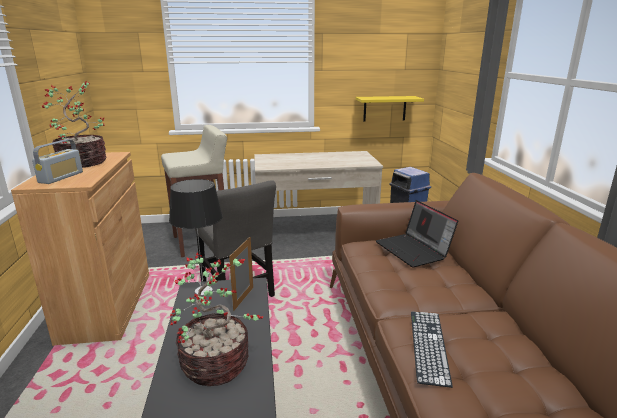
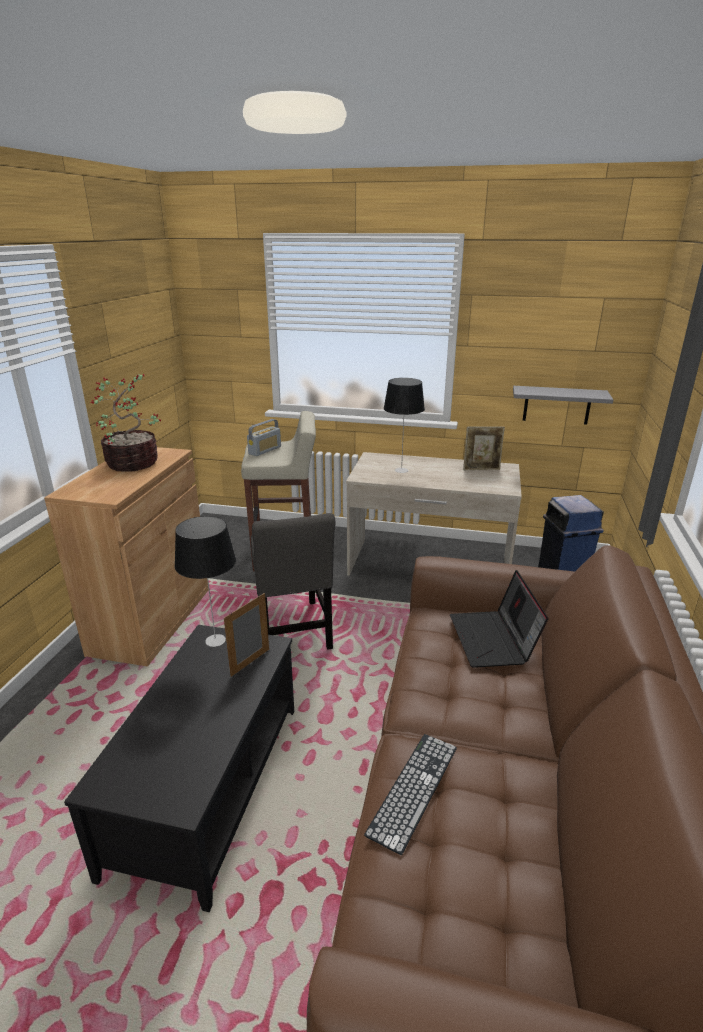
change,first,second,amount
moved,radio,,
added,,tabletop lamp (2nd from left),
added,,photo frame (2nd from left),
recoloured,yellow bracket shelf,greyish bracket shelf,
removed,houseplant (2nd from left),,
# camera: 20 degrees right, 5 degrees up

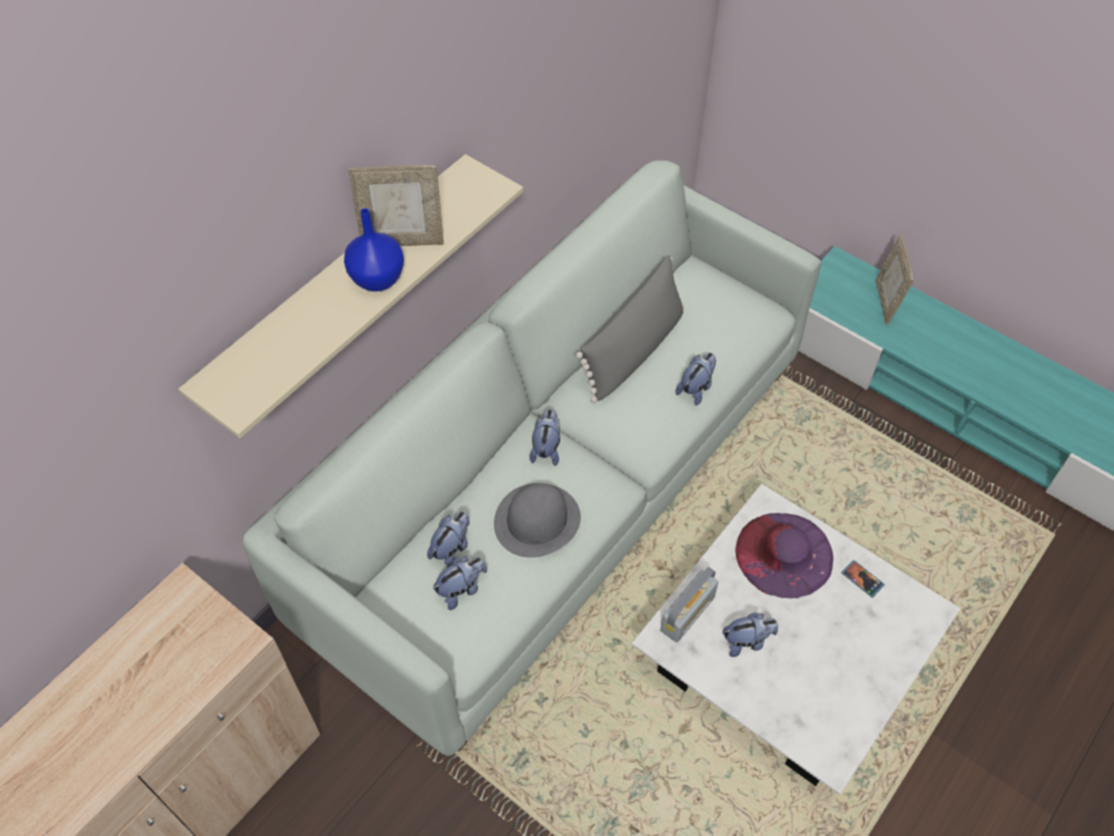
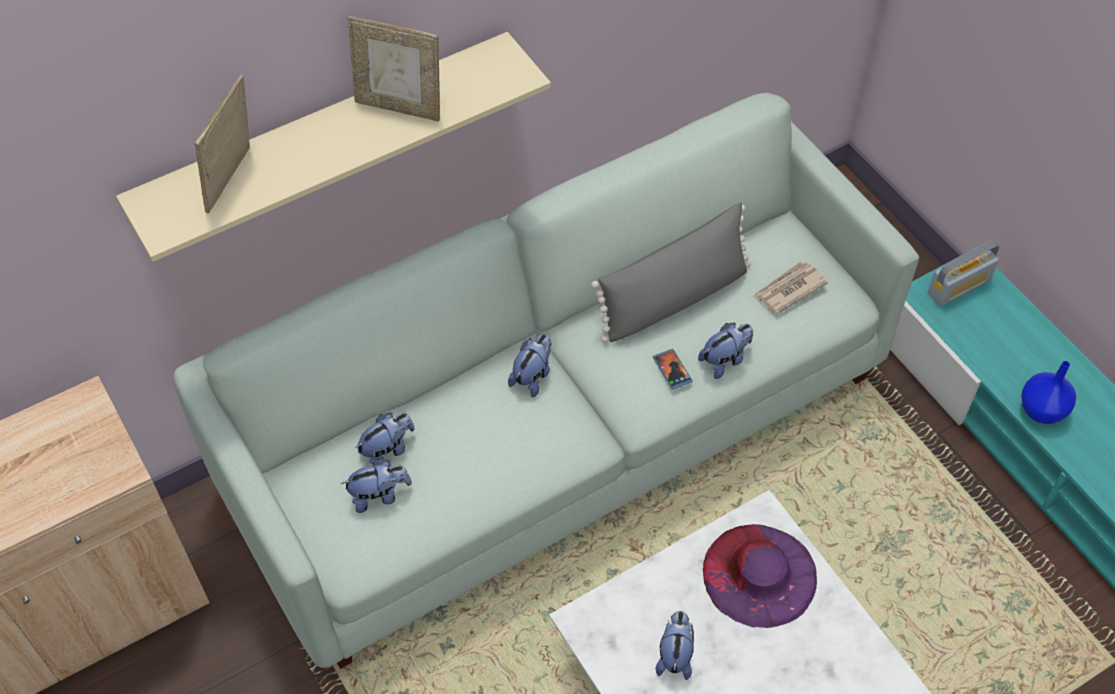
change,first,second,amount
moved,photo frame (2nd from left in the first image),photo frame (1st from left),
moved,handset,,
turned,cuddly toy (5th from left in the first image),cuddly toy (4th from left),90 degrees counterclockwise
added,,printed paper,
moved,radio,,
moved,blue decorative vase,,
removed,greyish clothing hat,,
# camera: 20 degrees right, 0 degrees up

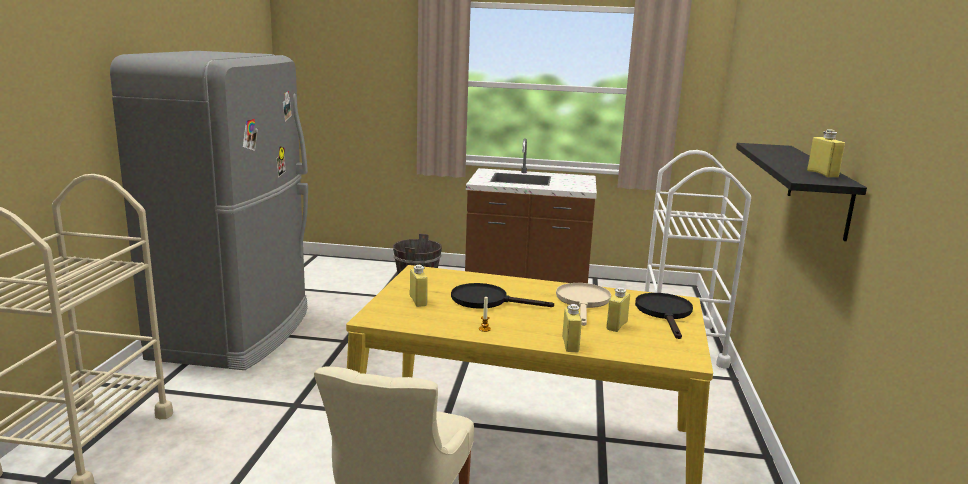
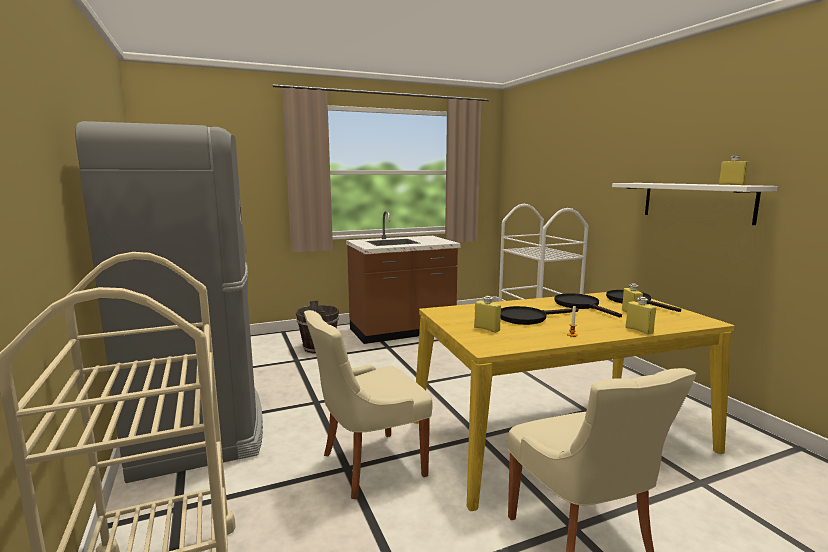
change,first,second,amount
added,,beige-coloured chair (1st from left),
recoloured,beige-coloured skillet,black skillet (2nd from left),
recoloured,black bracket shelf,white bracket shelf,
# camera: 30 degrees left, 5 degrees down

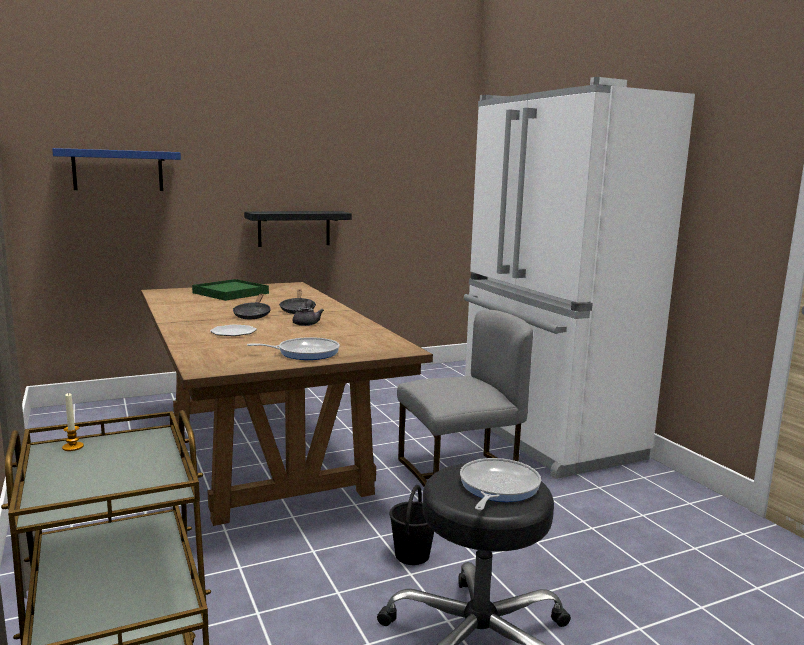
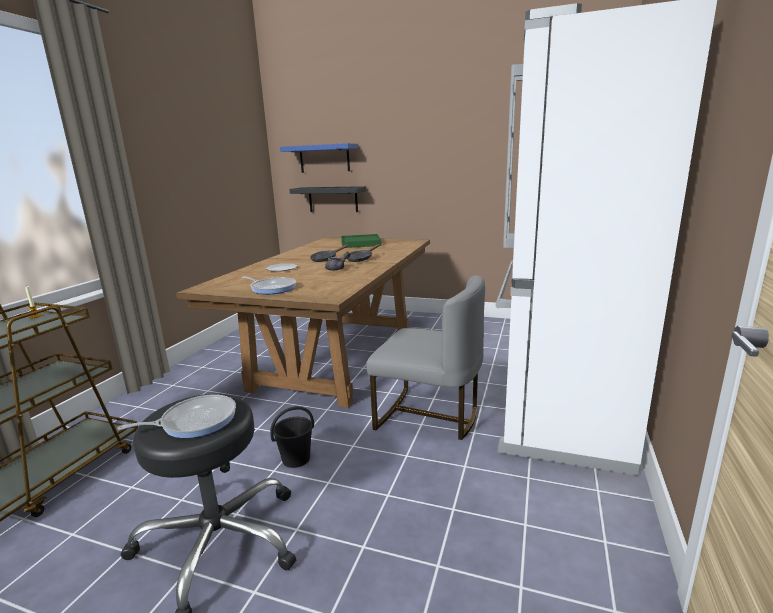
change,first,second,amount
moved,black bracket shelf,,
# camera: 45 degrees right, 5 degrees up

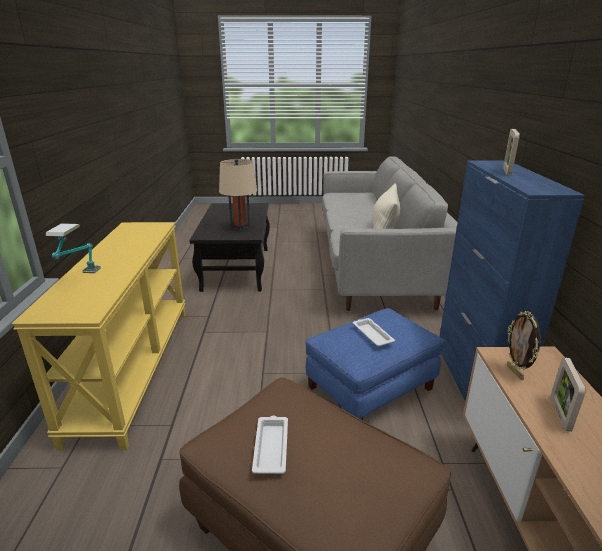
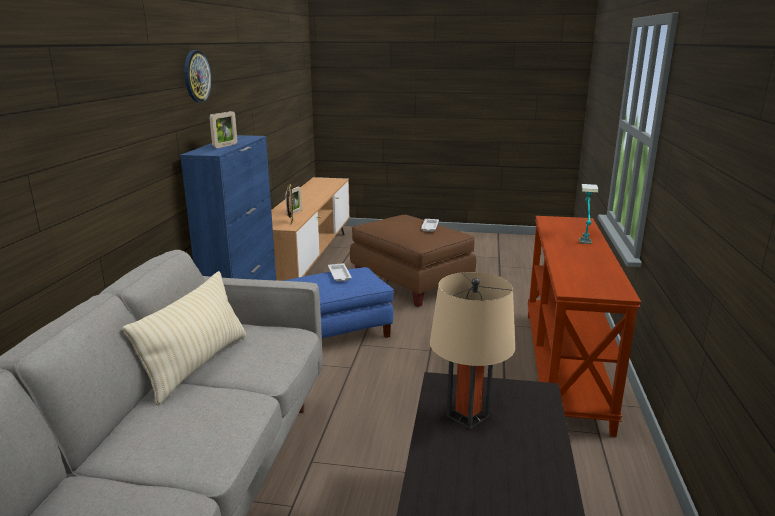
change,first,second,amount
added,,wall clock,
recoloured,yellow console table,brownish console table,
# camera: 170 degrees left, 5 degrees down

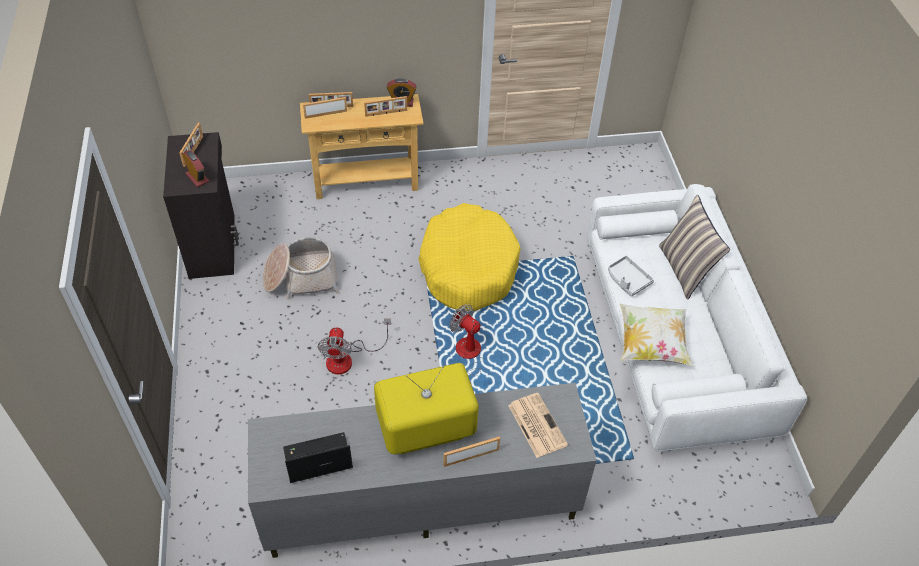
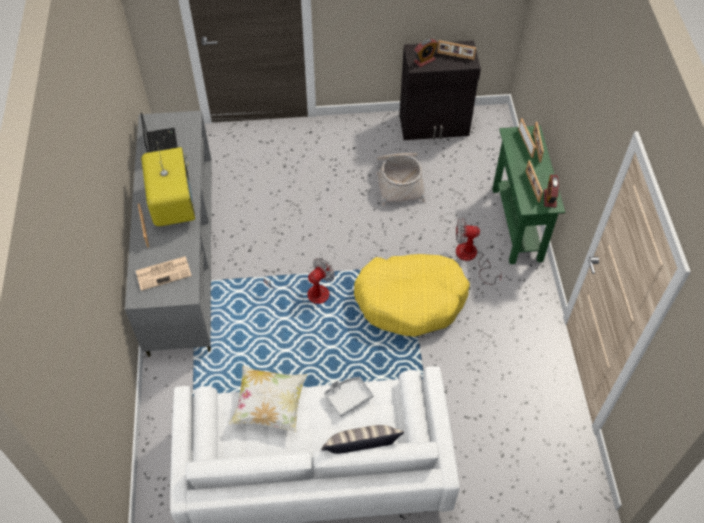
change,first,second,amount
moved,cooling fan (1st from left in the first image),cooling fan (2nd from left),
recoloured,beige-coloured console table,greenish console table,
# camera: 95 degrees right, 5 degrees up

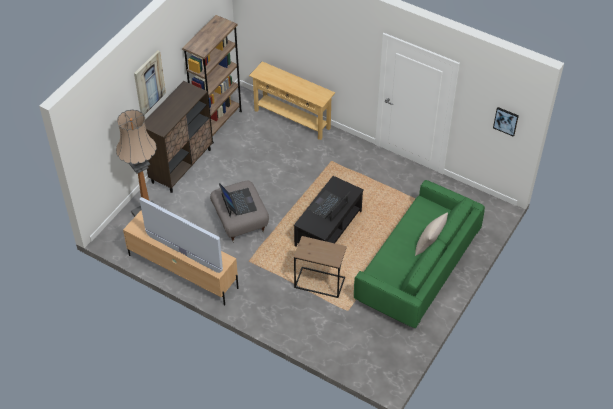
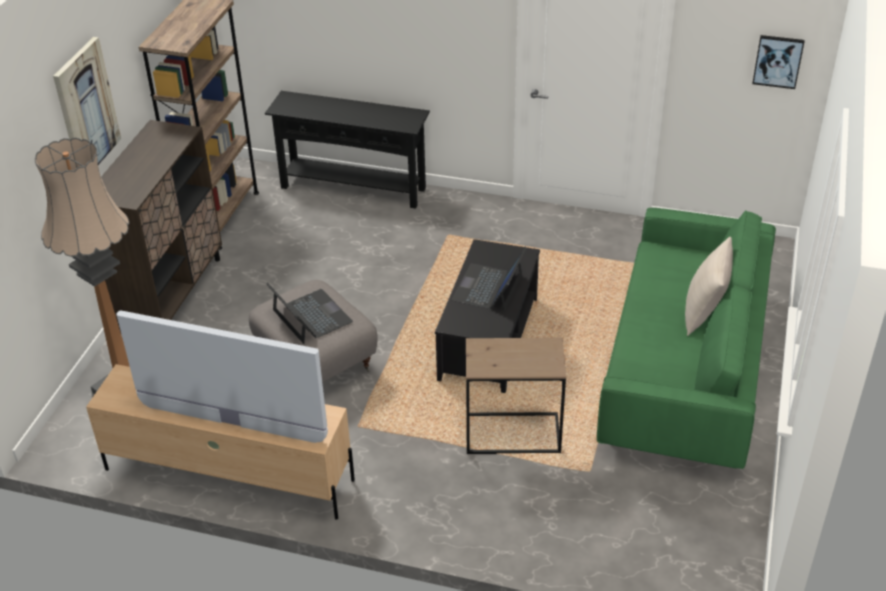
change,first,second,amount
recoloured,beige-coloured console table,black console table,
# camera: 15 degrees left, 10 degrees down

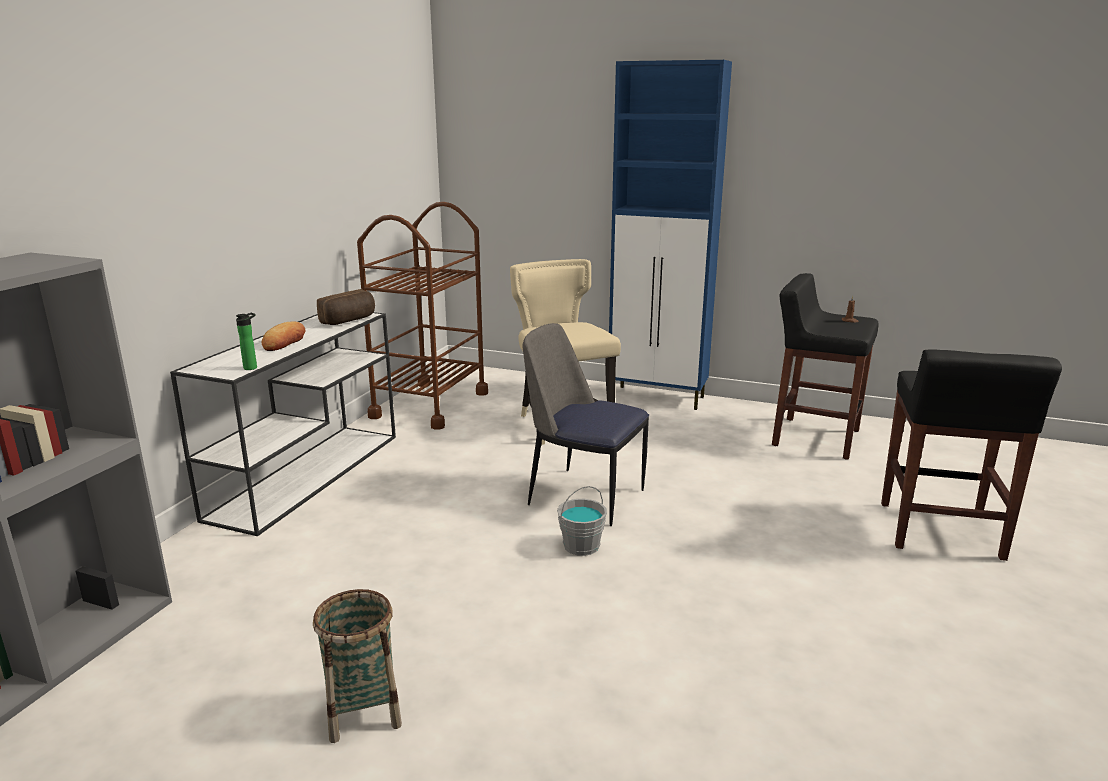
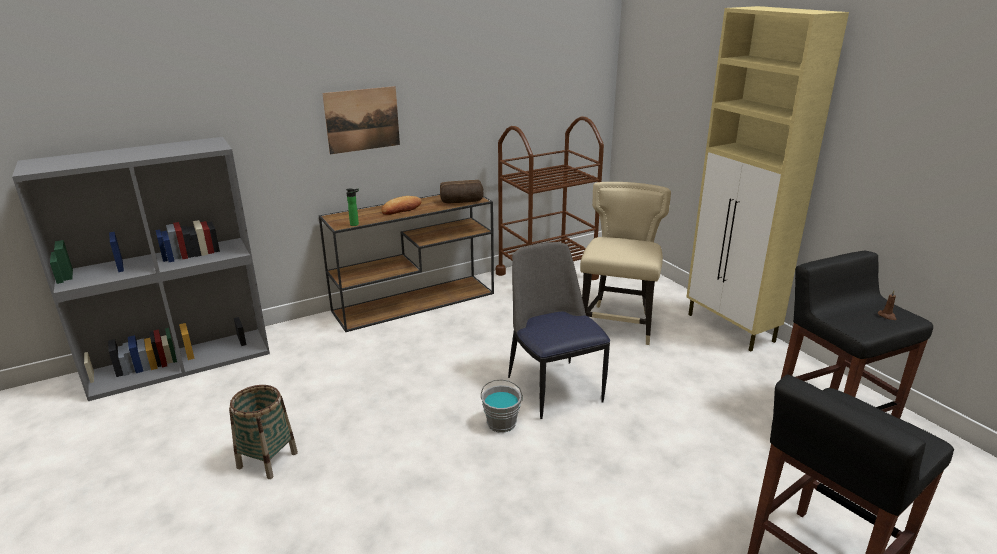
change,first,second,amount
recoloured,white console table,brownish console table,
added,,wall picture,
recoloured,blue cupboard,beige-coloured cupboard,
# camera: 40 degrees right, 5 degrees up

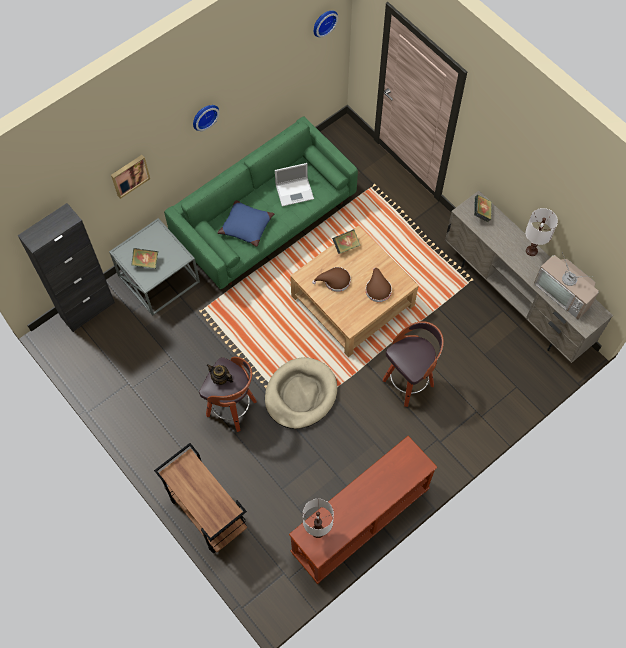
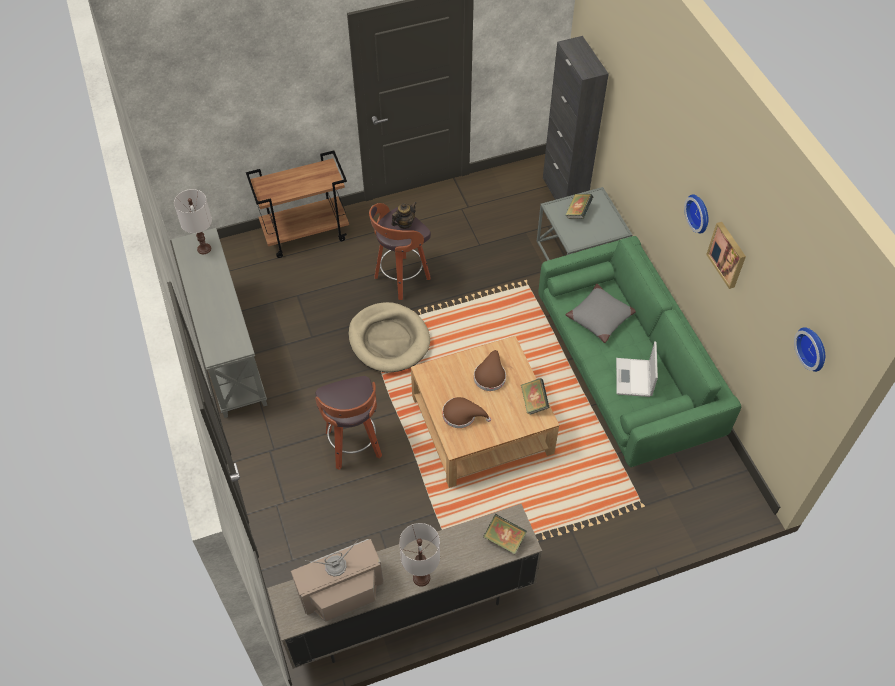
change,first,second,amount
recoloured,brownish console table,greyish console table,
recoloured,blue cushion,greyish cushion,
moved,wall picture,,
# camera: 110 degrees right, 10 degrees down

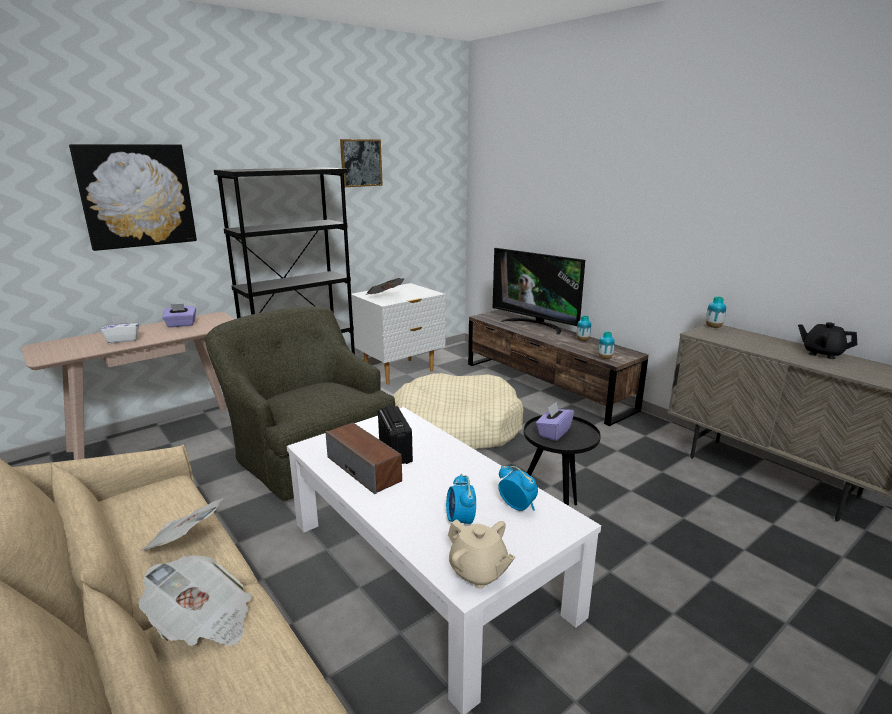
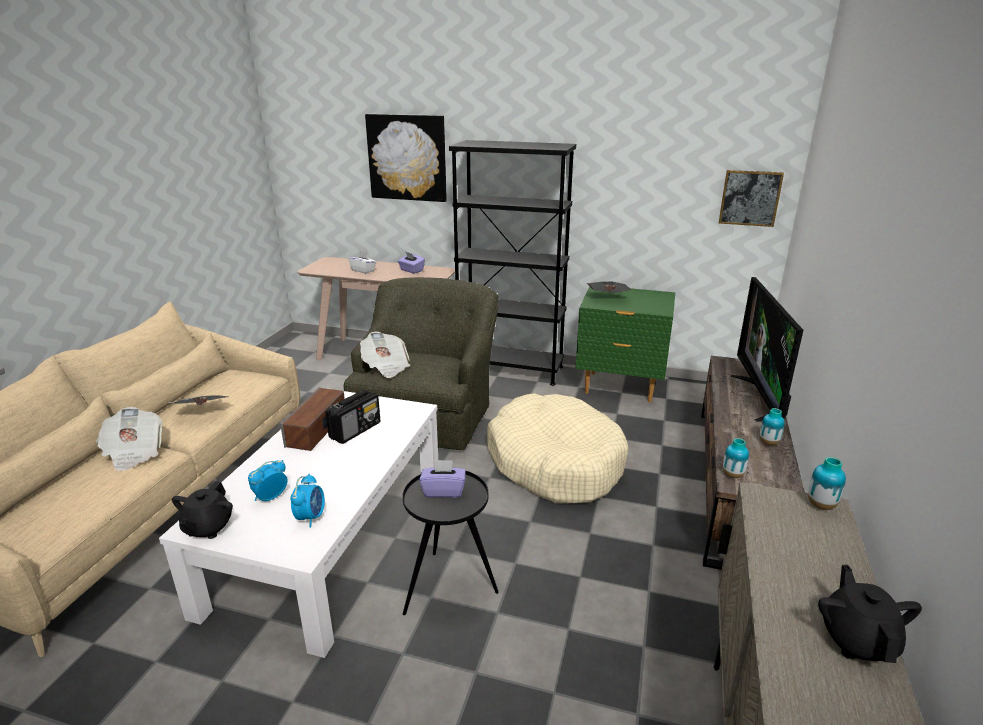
change,first,second,amount
recoloured,beige-coloured tea pot,black tea pot (1st from left),
added,,printed paper (3rd from left),
recoloured,white nightstand,greenish nightstand,
moved,wall picture (2nd from left),,
# camera: 55 degrees right, 5 degrees up

